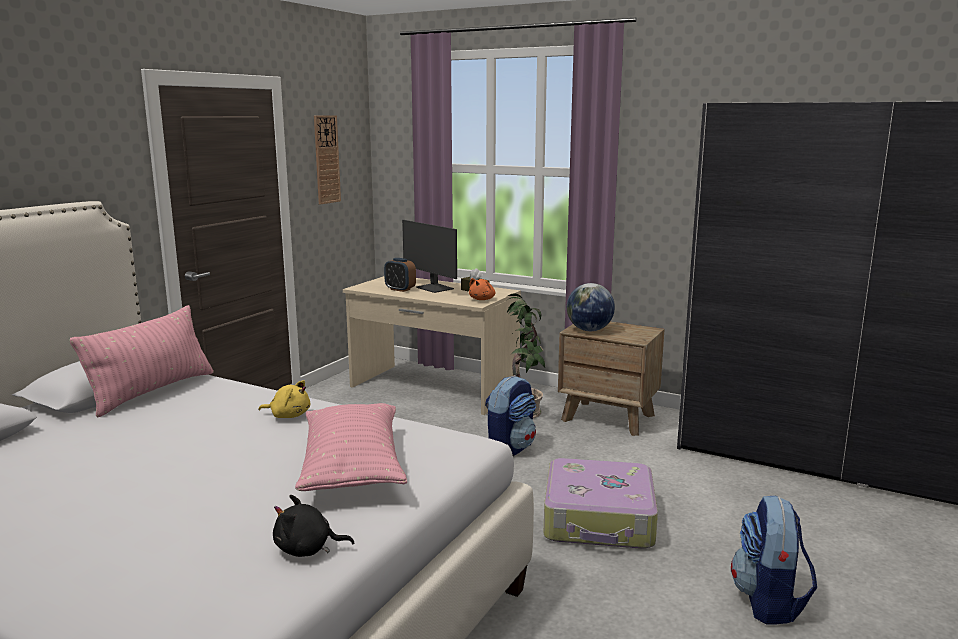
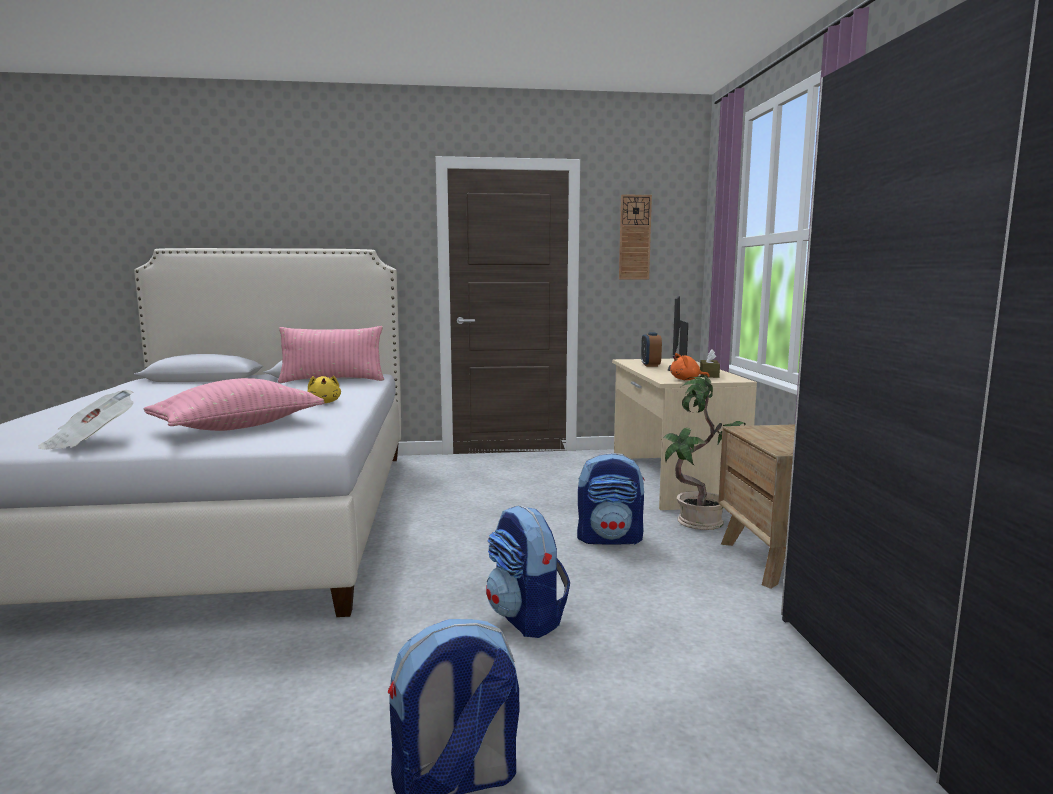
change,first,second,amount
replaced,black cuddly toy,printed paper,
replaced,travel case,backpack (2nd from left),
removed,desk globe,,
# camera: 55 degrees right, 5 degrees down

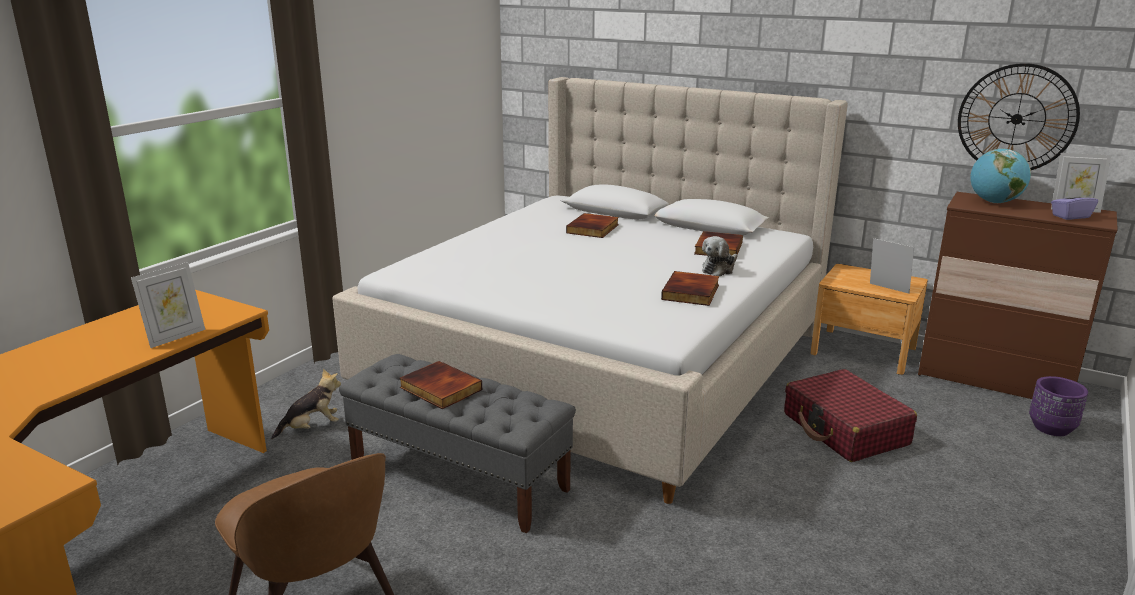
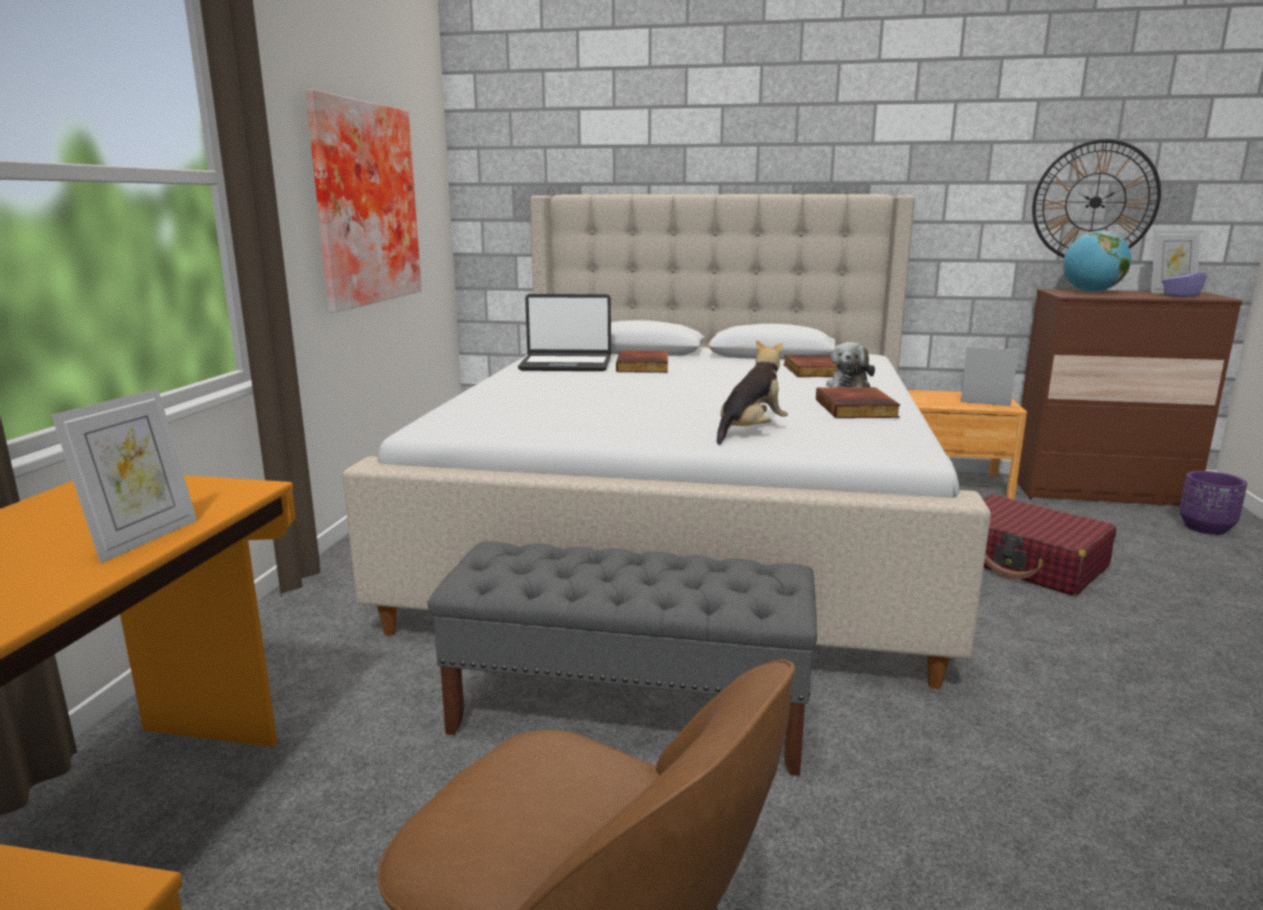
change,first,second,amount
added,,wall picture,
added,,notebook computer,
moved,cuddly toy (1st from left),,
removed,book (1st from left),,
# camera: 20 degrees left, 5 degrees down

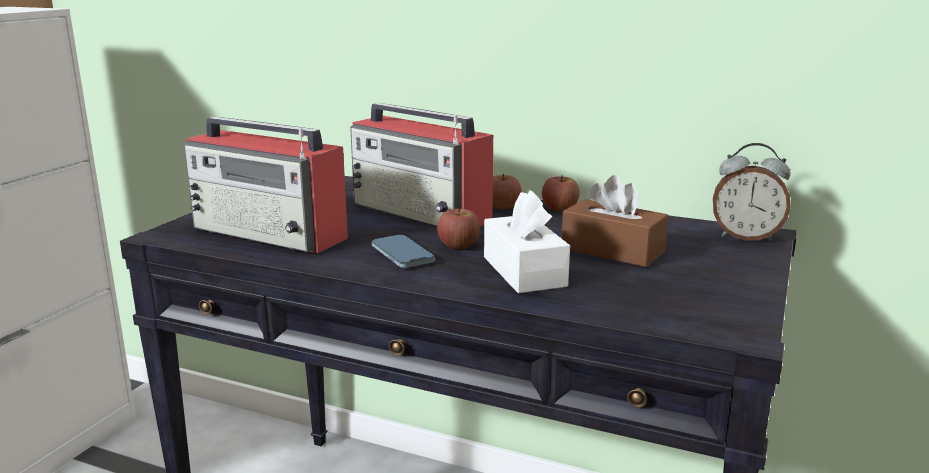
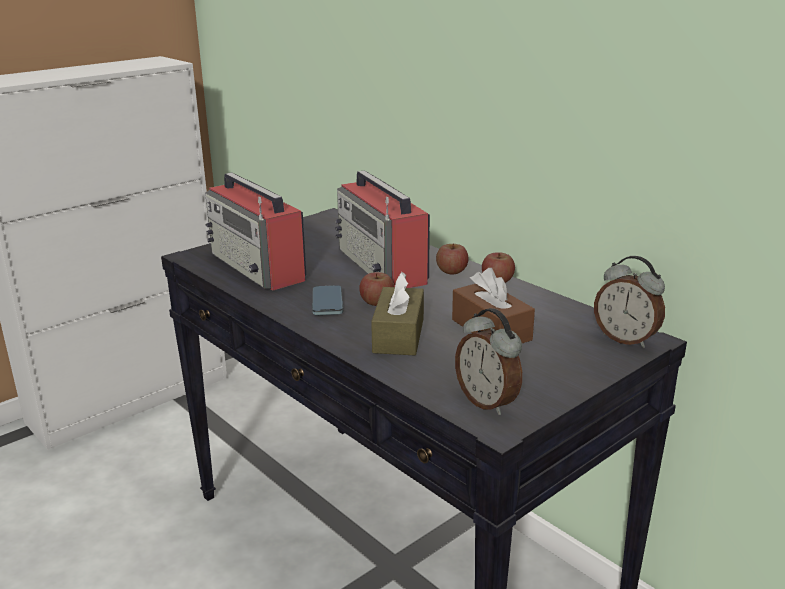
change,first,second,amount
recoloured,white tissue holder,brownish tissue holder (1st from left),
added,,alarm clock (1st from left),
# camera: 25 degrees right, 5 degrees up

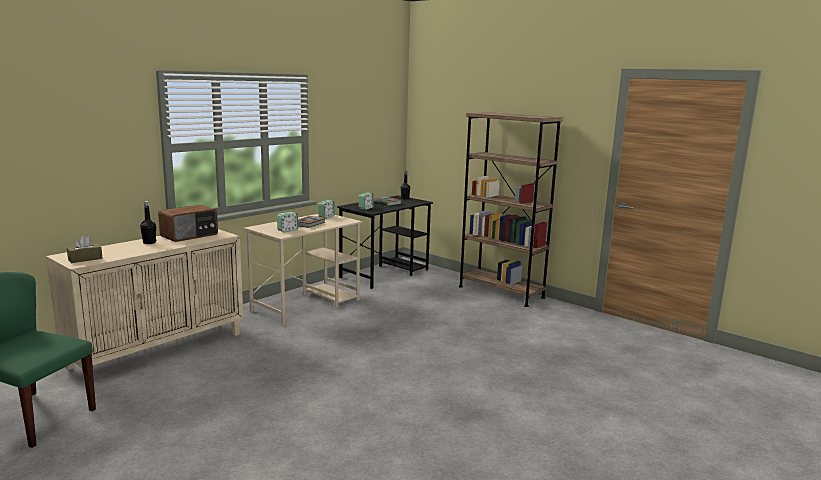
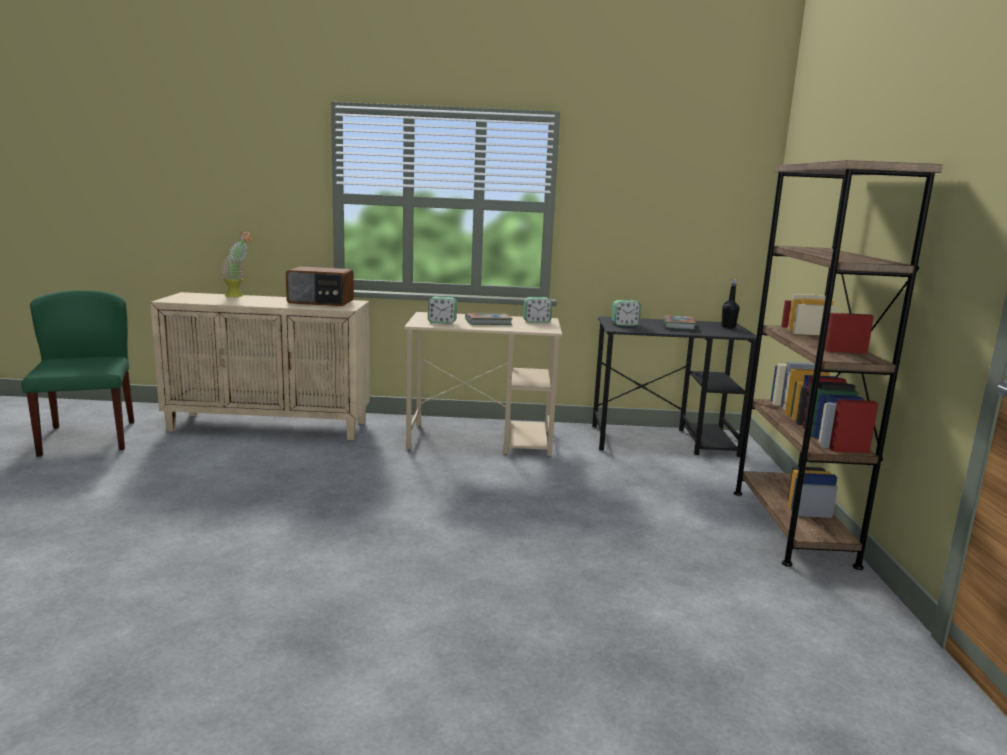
change,first,second,amount
added,,houseplant,
removed,brownish tissue holder,,
removed,black bottle (1st from left),,
# camera: 50 degrees right, 0 degrees up

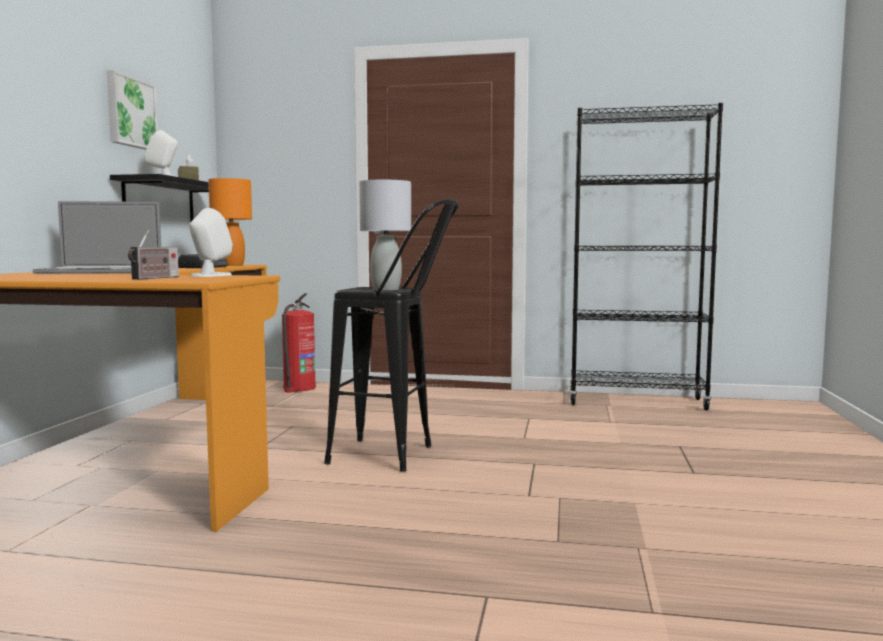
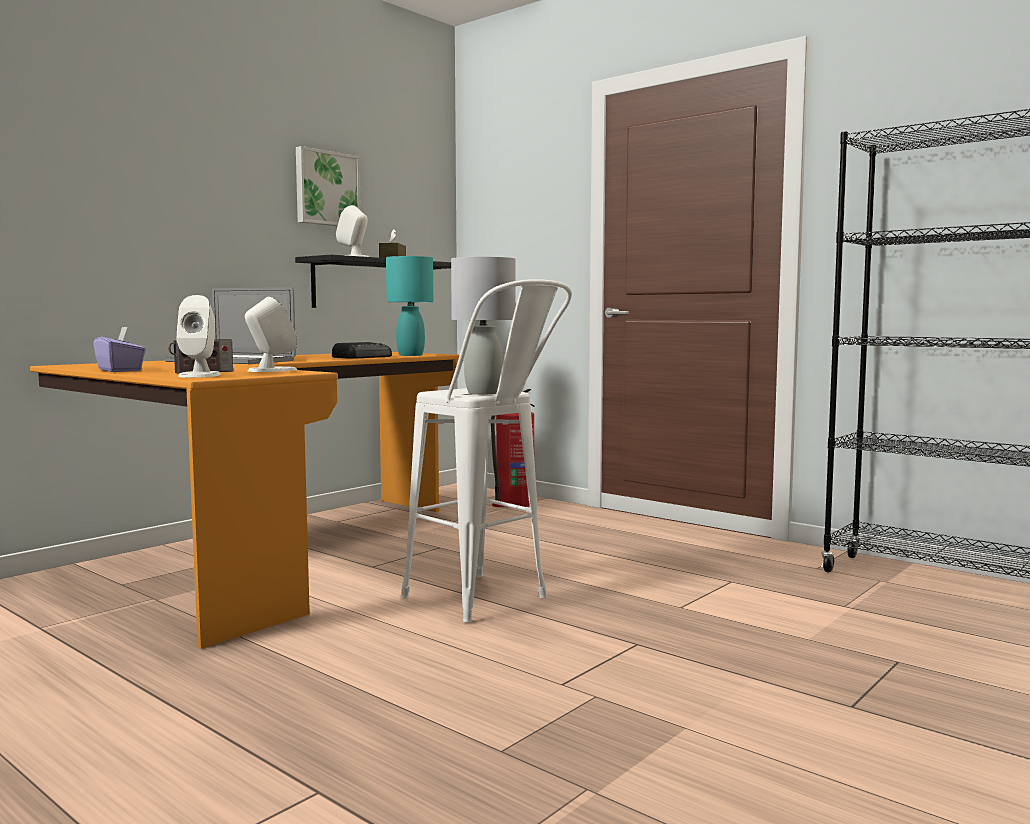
change,first,second,amount
added,,purple-coloured tissue holder,
added,,white speaker (1st from left),
recoloured,orangey tabletop lamp,blue-green tabletop lamp,
recoloured,black stool,white stool,
# camera: 30 degrees right, 0 degrees up

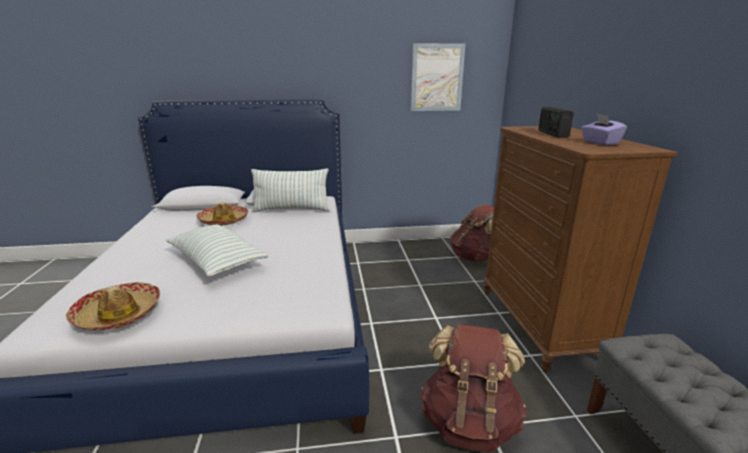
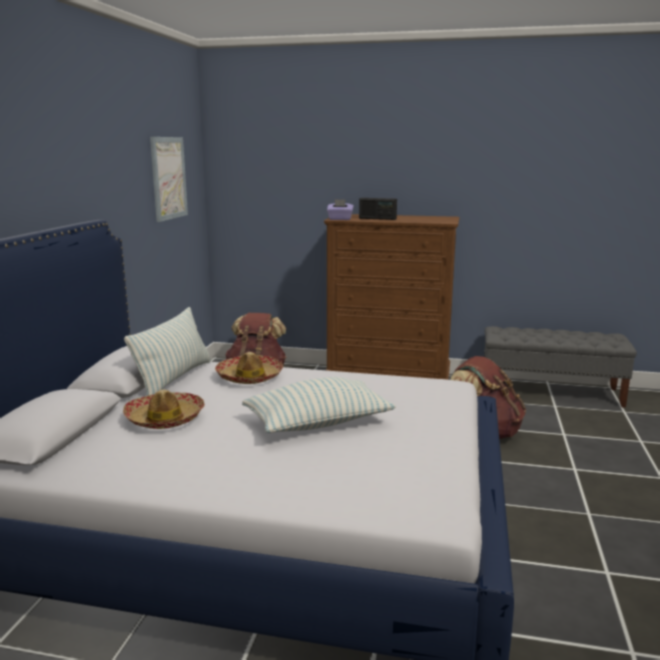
change,first,second,amount
moved,clothing hat (1st from left in the first image),clothing hat (2nd from left),
moved,purple-coloured tissue holder,,
# camera: 70 degrees left, 5 degrees down

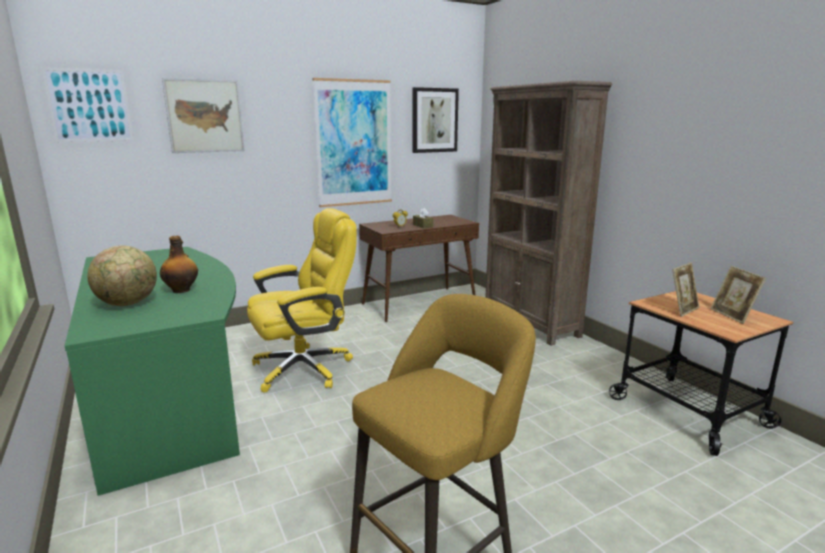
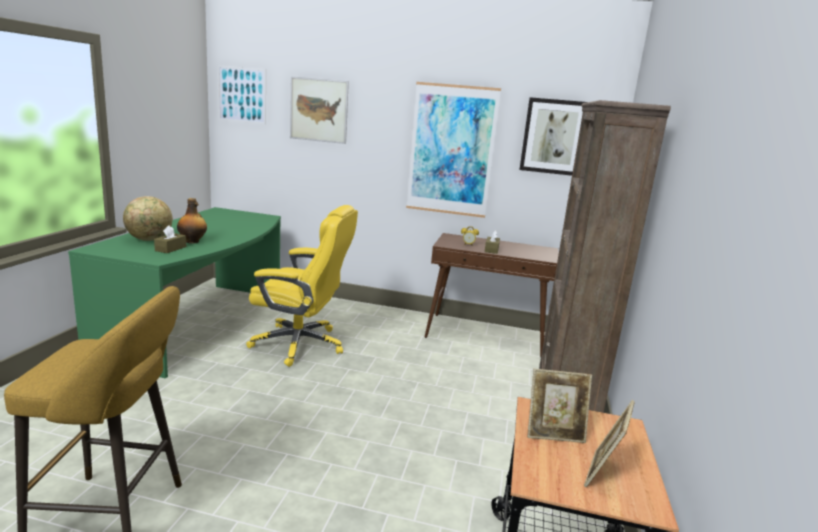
change,first,second,amount
added,,brownish tissue holder (1st from left),
# camera: 40 degrees right, 0 degrees up

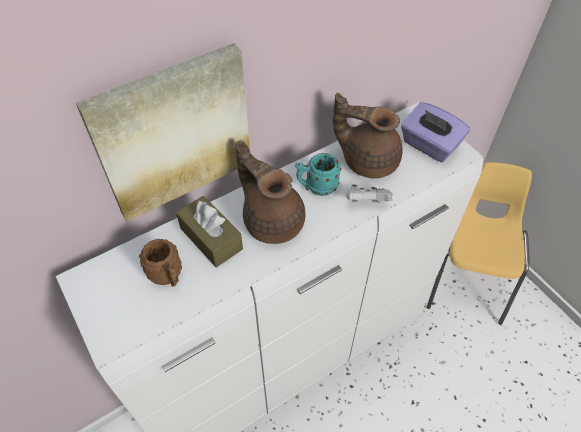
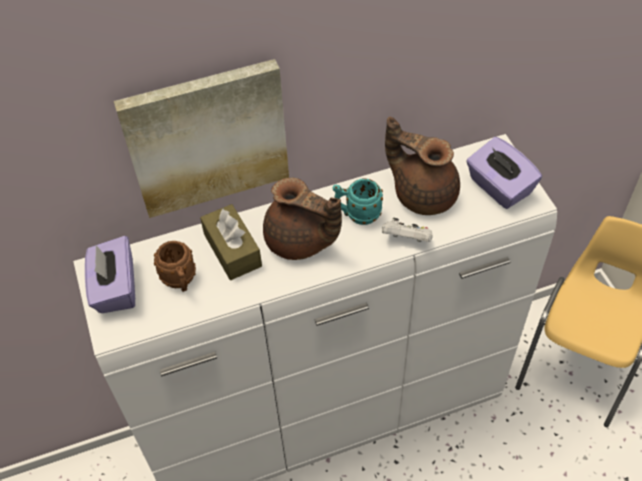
change,first,second,amount
added,,purple-coloured tissue holder (1st from left),
turned,brownish tea pot (1st from left),,150 degrees clockwise
# camera: 15 degrees right, 0 degrees up

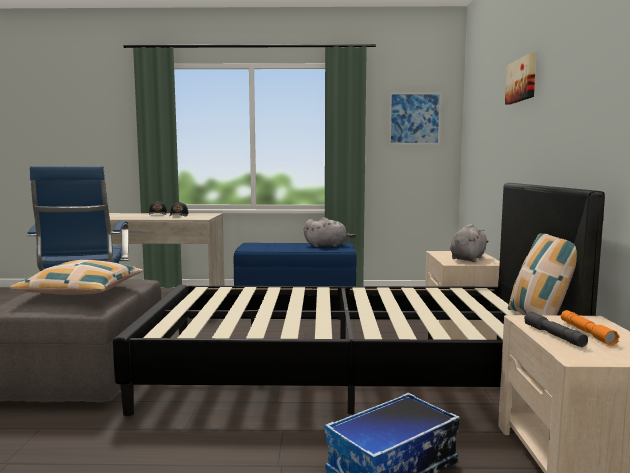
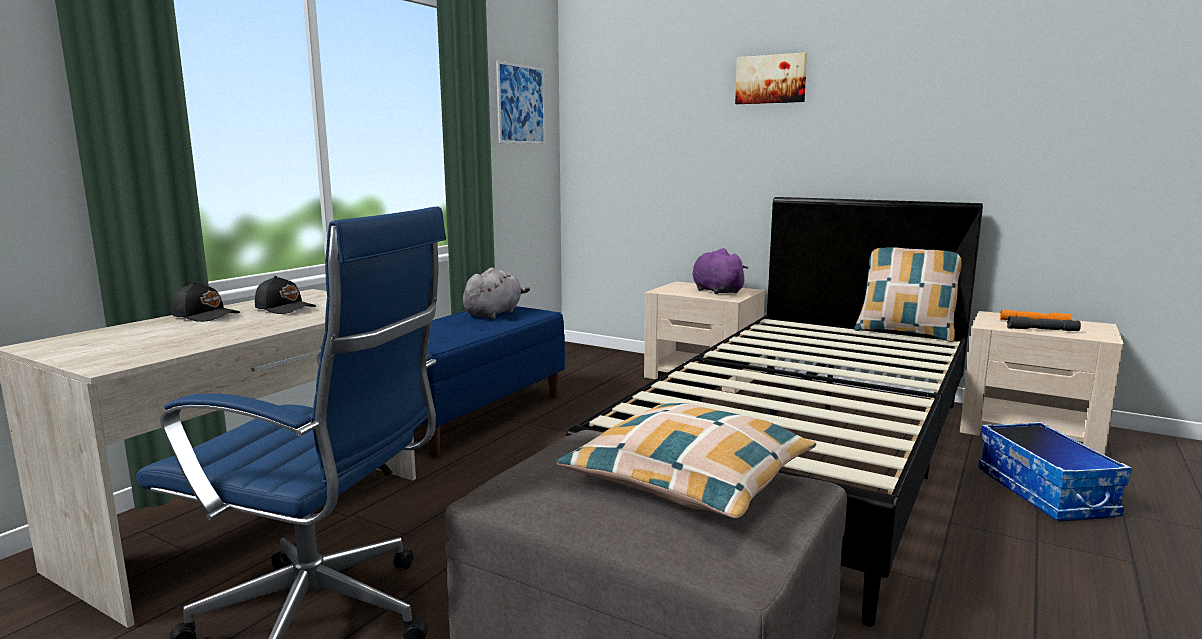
change,first,second,amount
recoloured,greyish cuddly toy (2nd from left),purple-coloured cuddly toy,
# camera: 60 degrees left, 5 degrees up

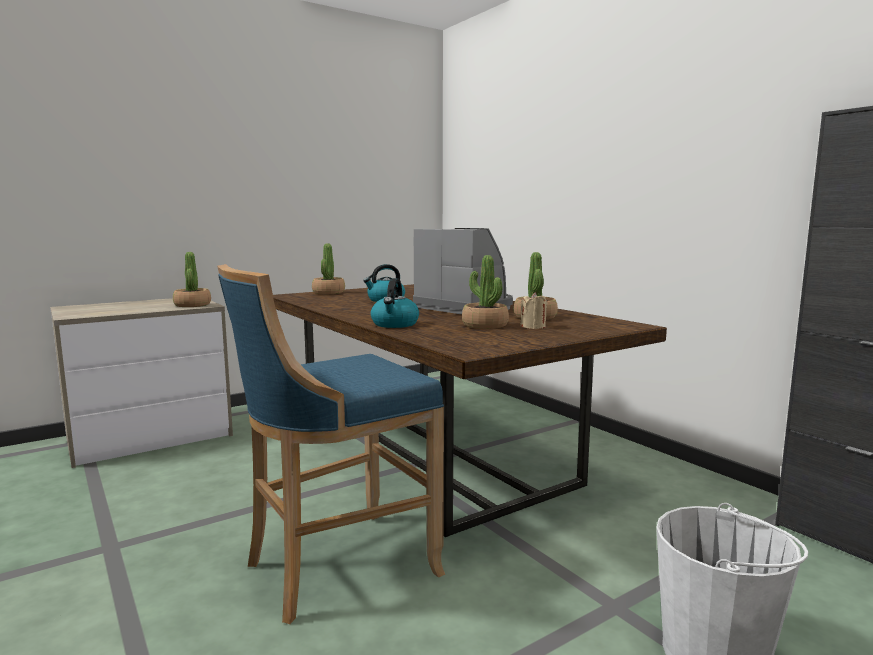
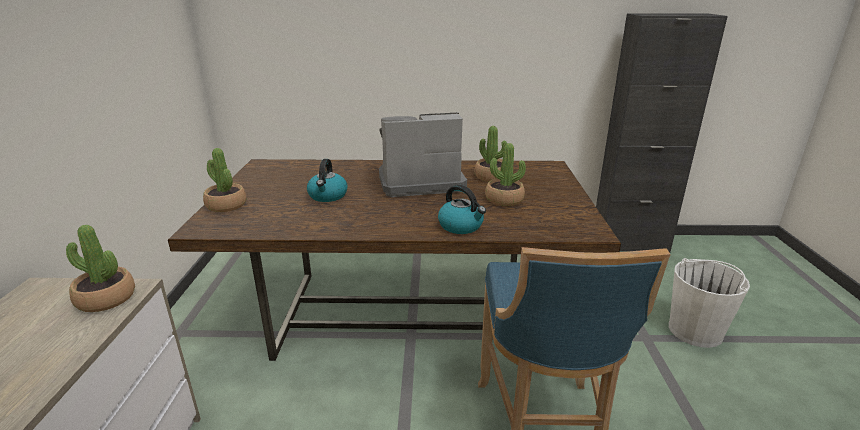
change,first,second,amount
removed,beige-coloured wax candle,,
# camera: 55 degrees left, 15 degrees up

